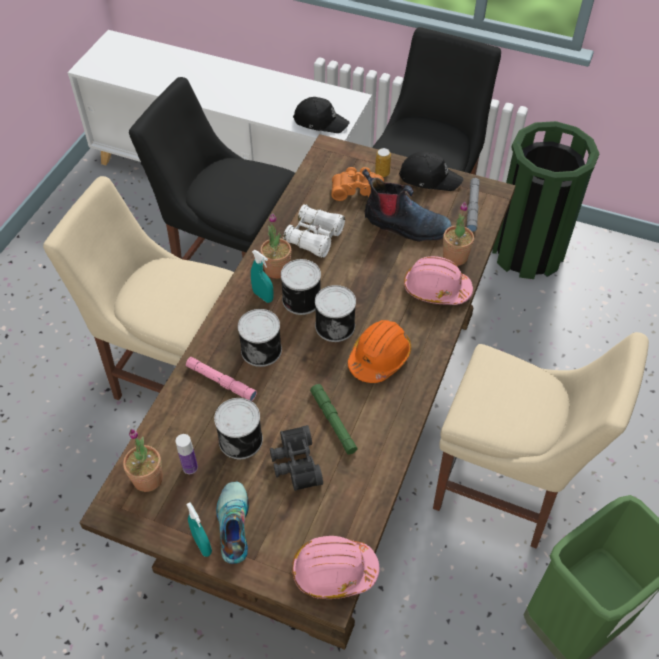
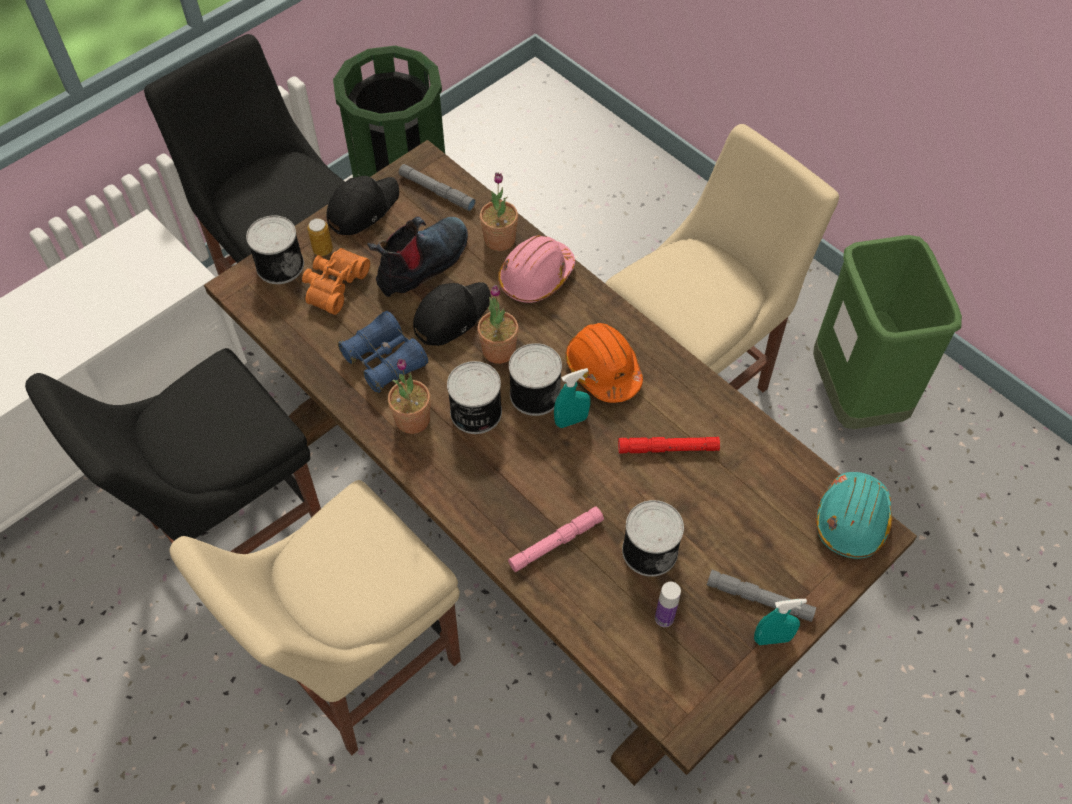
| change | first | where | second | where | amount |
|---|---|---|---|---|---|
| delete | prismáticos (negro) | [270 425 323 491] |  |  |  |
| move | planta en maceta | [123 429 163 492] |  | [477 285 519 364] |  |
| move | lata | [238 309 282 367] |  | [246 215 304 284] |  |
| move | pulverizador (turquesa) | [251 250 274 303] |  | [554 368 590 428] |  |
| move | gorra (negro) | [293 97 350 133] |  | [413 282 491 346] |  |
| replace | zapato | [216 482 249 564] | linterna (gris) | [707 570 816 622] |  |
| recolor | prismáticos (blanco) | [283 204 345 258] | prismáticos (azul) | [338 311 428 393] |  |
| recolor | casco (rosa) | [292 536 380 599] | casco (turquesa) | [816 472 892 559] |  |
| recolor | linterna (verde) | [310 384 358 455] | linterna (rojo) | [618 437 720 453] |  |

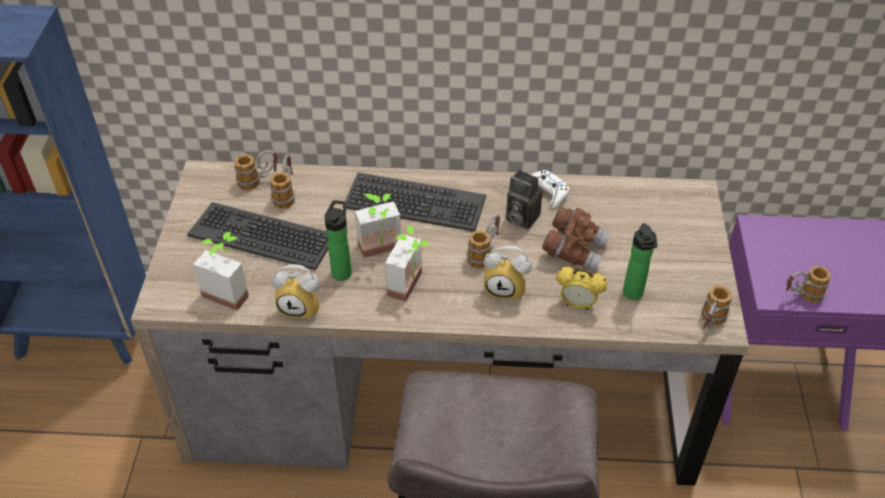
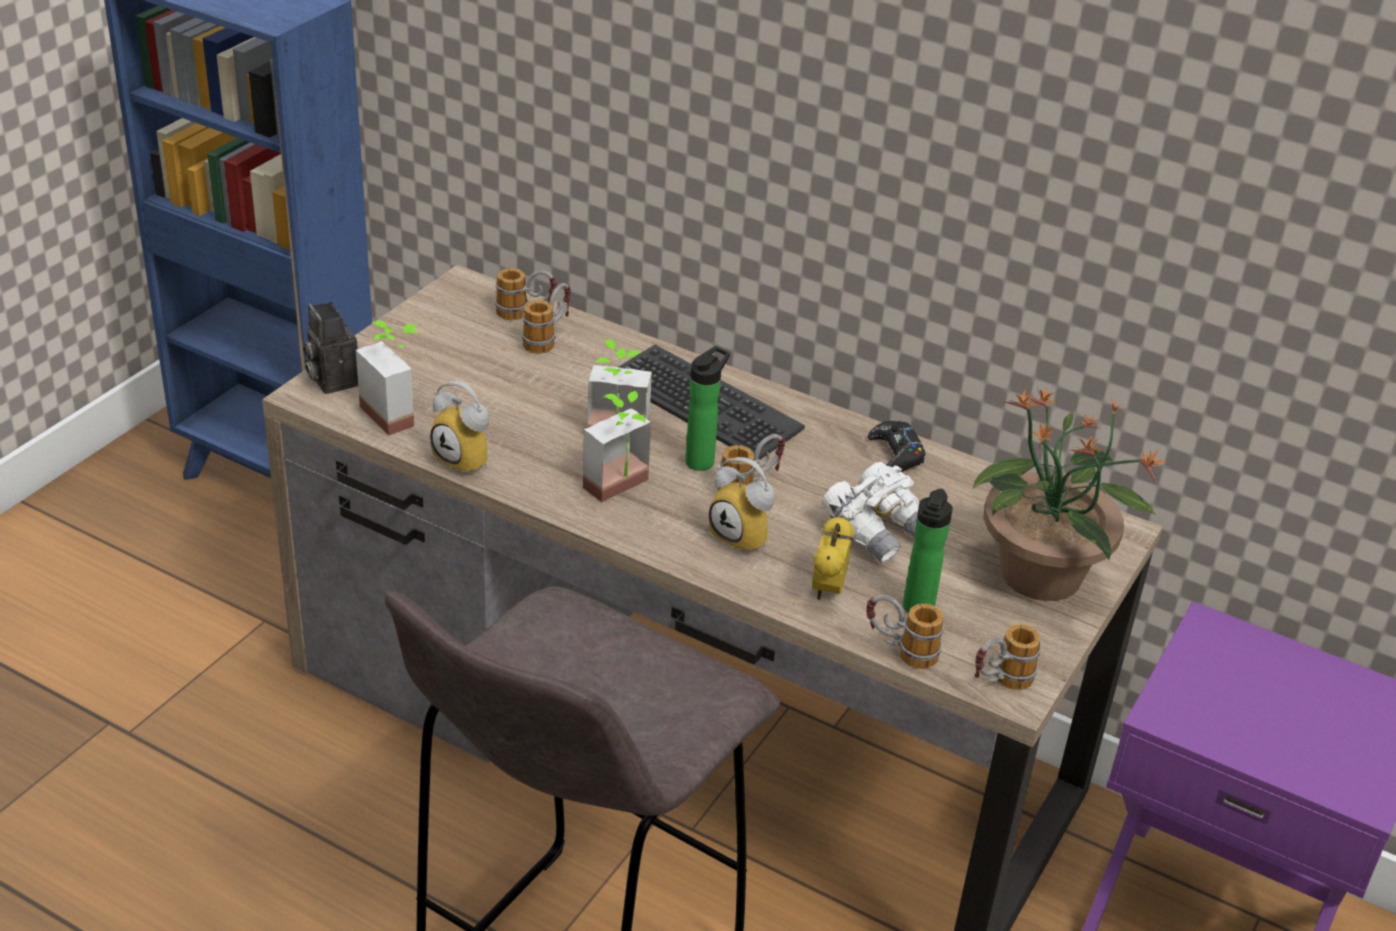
| change | first | where | second | where | amount |
|---|---|---|---|---|---|
| delete | teclado | [187 202 328 270] |  |  |  |
| insert |  |  | planta en maceta | [973 388 1167 601] |  |
| move | botella | [324 200 352 281] |  | [685 346 730 471] |  |
| move | cámara | [506 170 543 230] |  | [303 302 358 394] |  |
| move | taza grande | [786 266 831 303] |  | [866 595 944 669] |  |
| recolor | mando de consola (blanco) | [532 170 570 208] | mando de consola (negro) | [868 421 926 472] |  |
| recolor | prismáticos (marrón) | [542 207 611 272] | prismáticos (blanco) | [822 462 919 563] |  |
| rotate | despertador | [556 267 607 310] |  | [812 516 854 600] | 60 degrees clockwise |

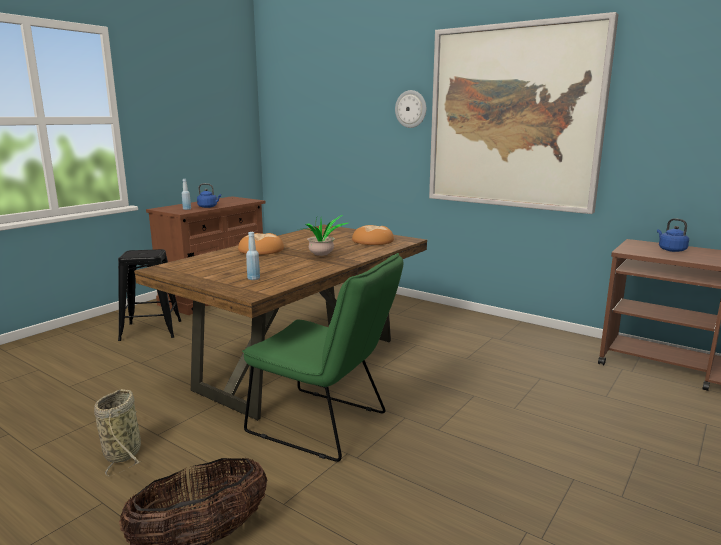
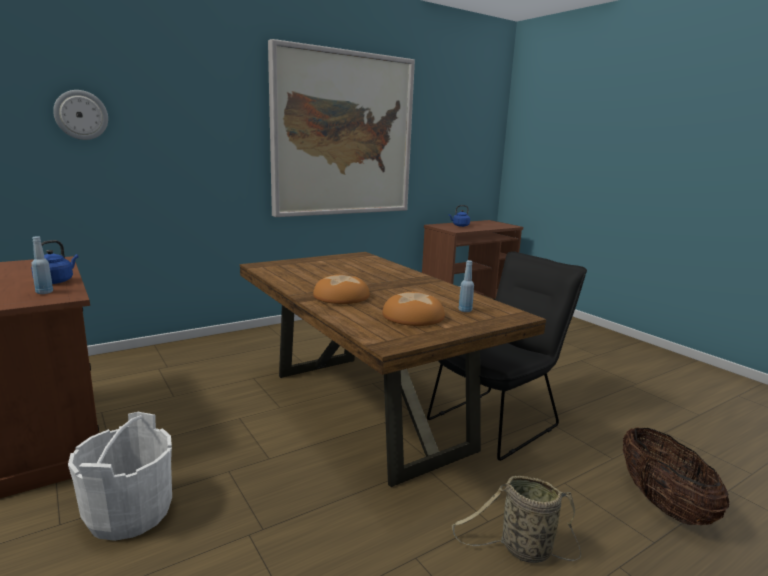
| change | first | where | second | where | amount |
|---|---|---|---|---|---|
| delete | planta en maceta | [297 215 348 256] |  |  |  |
| move | pan | [352 225 394 245] |  | [382 292 445 326] |  |
| move | reloj de pared | [395 90 426 128] |  | [53 90 108 140] |  |
| replace | taburete (negro) | [118 249 181 341] | cubo (blanco) | [68 412 172 541] |  |
| recolor | silla (verde) | [242 253 403 462] | silla (negro) | [427 251 587 461] |  |

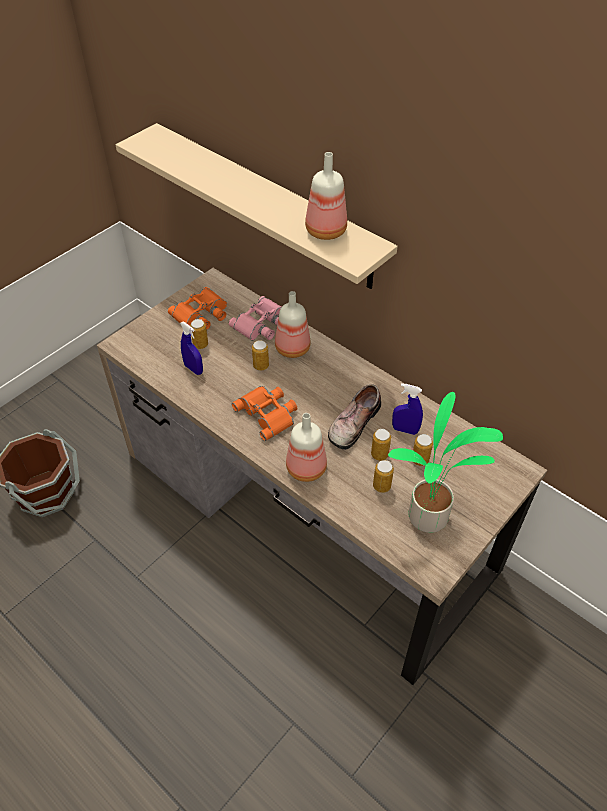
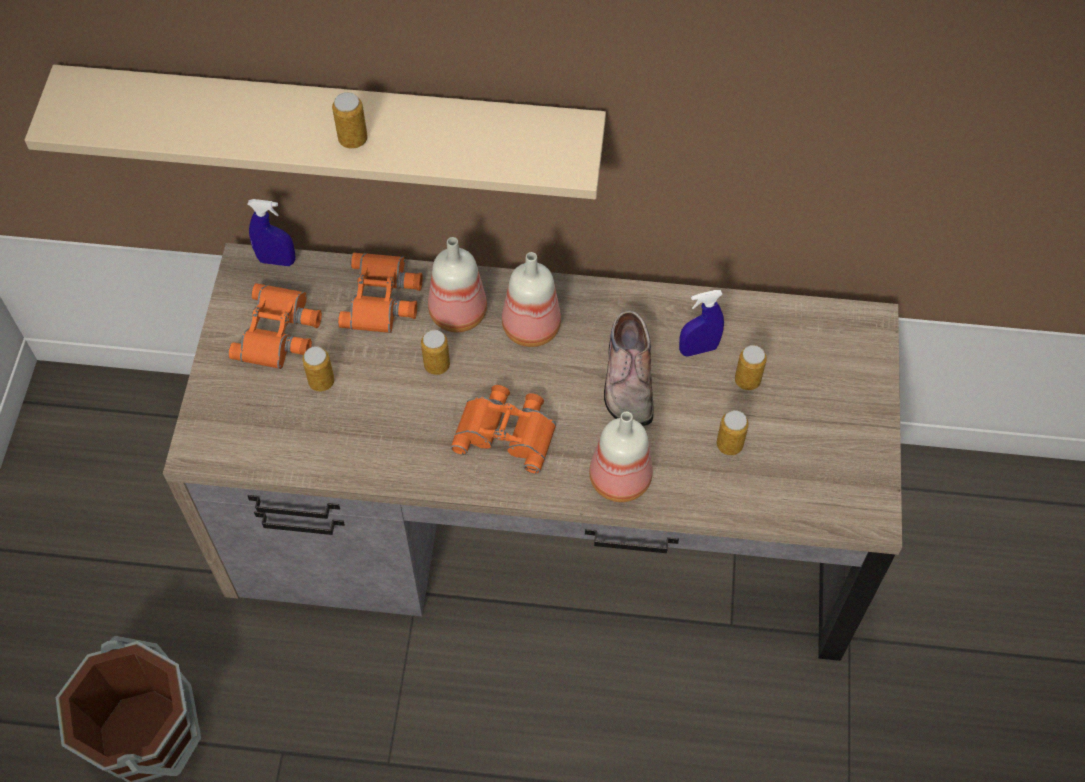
| change | first | where | second | where | amount |
|---|---|---|---|---|---|
| delete | planta en maceta | [388 392 503 533] |  |  |  |
| move | pulverizador (azul) | [180 321 203 375] |  | [247 199 295 266] |  |
| move | botella | [305 152 347 240] |  | [502 252 561 347] |  |
| move | lata | [371 429 391 461] |  | [332 92 368 149] |  |
| recolor | prismáticos (rosa) | [229 296 281 341] | prismáticos (naranja) | [338 253 423 333] |  |

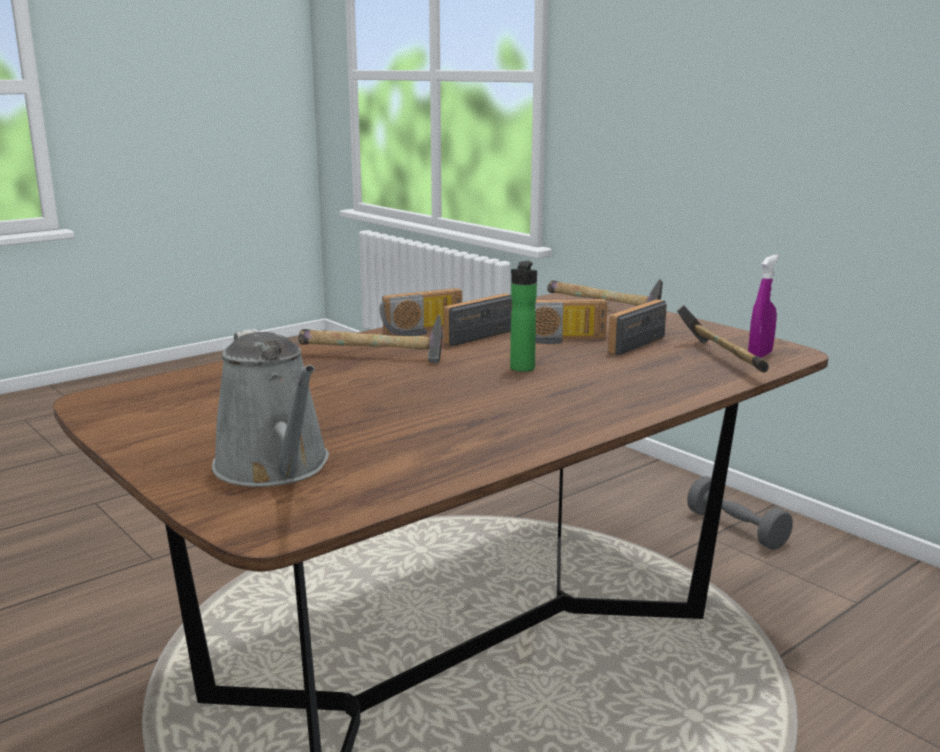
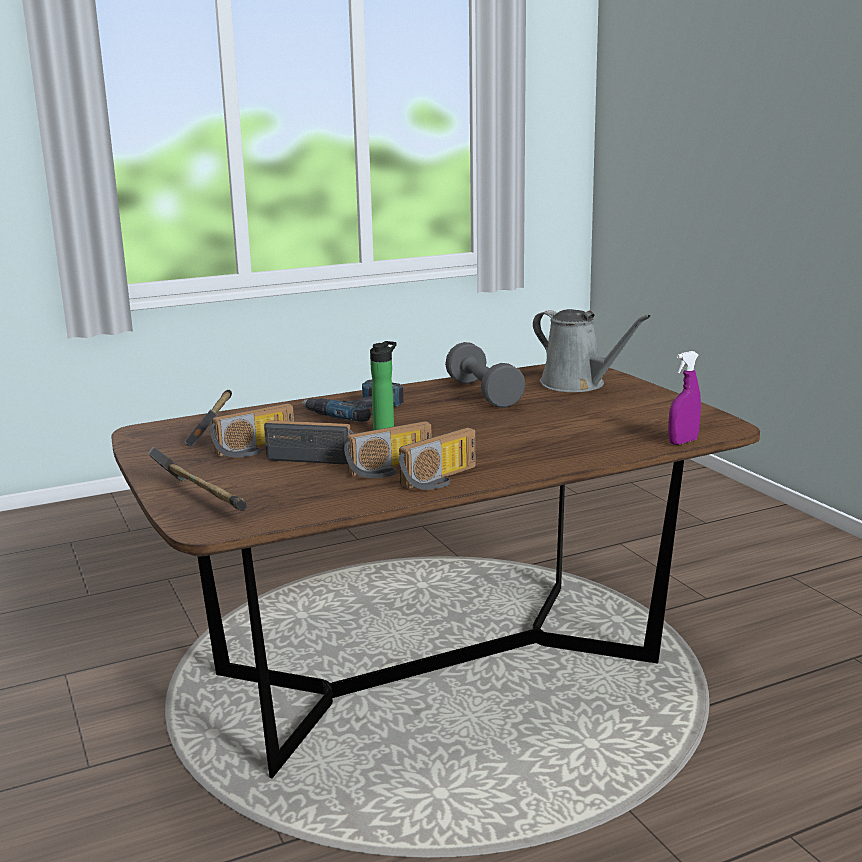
| change | first | where | second | where | amount |
|---|---|---|---|---|---|
| delete | martillo | [298 315 443 363] |  |  |  |
| insert |  |  | taladro | [302 380 404 422] |  |
| move | mancuerna (gris) | [687 476 793 550] |  | [445 342 525 408] |  |
| move | pulverizador (morado) | [748 255 779 358] |  | [668 351 701 445] |  |
| rotate | regadera (gris) | [212 329 329 487] |  | [533 309 651 392] | 150 degrees clockwise |
| rotate | radio | [379 288 462 336] |  | [399 427 475 490] | 150 degrees clockwise |

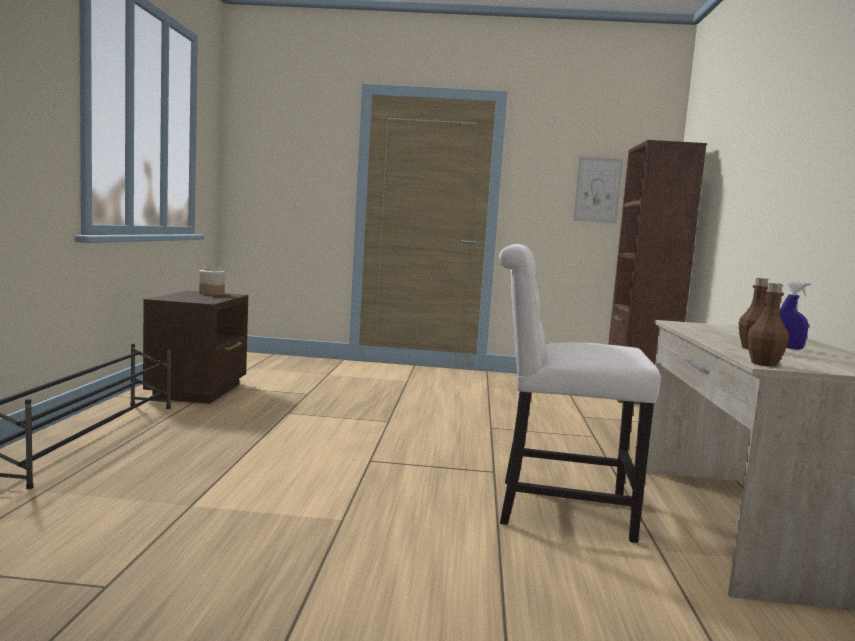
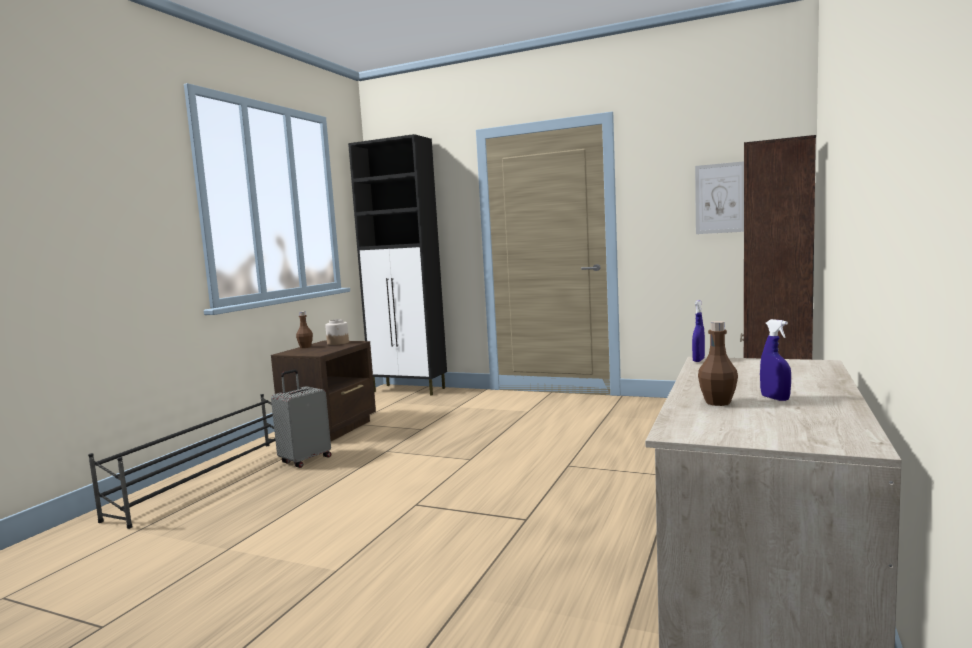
| change | first | where | second | where | amount |
|---|---|---|---|---|---|
| delete | silla (blanco) | [499 244 660 543] |  |  |  |
| insert |  |  | maleta (gris) | [271 369 331 468] |  |
| insert |  |  | armario (negro) | [348 134 447 395] |  |
| insert |  |  | pulverizador (azul) | [692 300 705 362] |  |
| move | botella (marrón) | [747 283 789 367] |  | [296 311 313 348] |  |

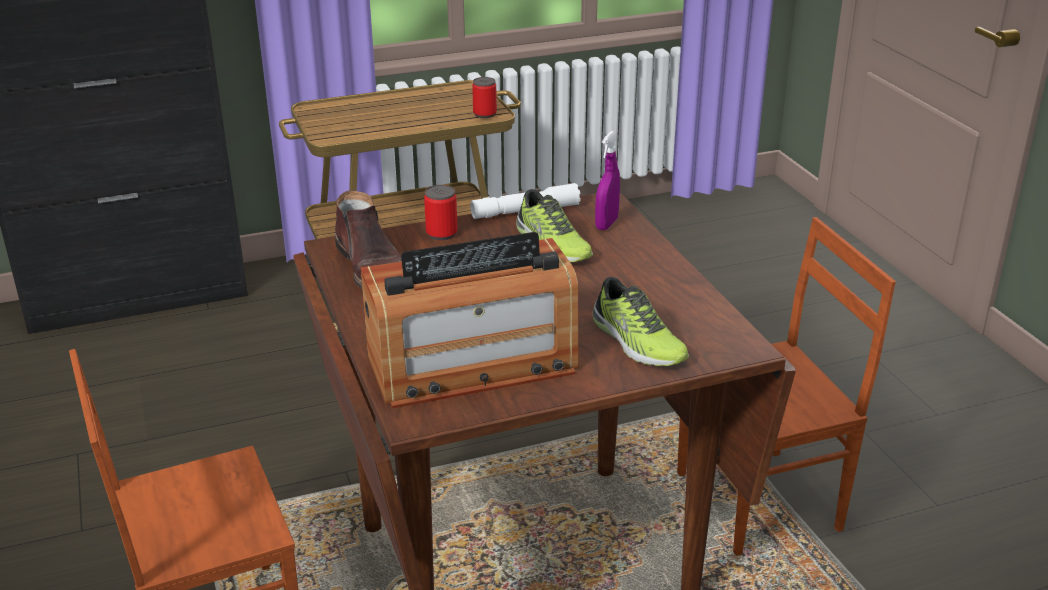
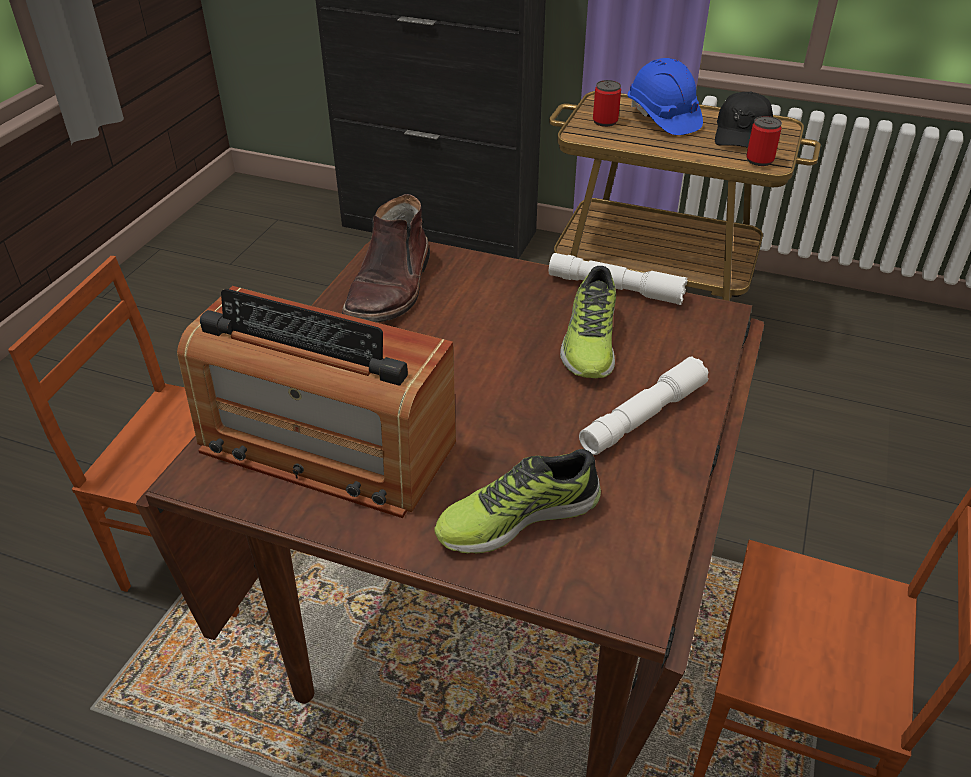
| change | first | where | second | where | amount |
|---|---|---|---|---|---|
| delete | pulverizador (morado) | [595 131 620 230] |  |  |  |
| insert |  |  | linterna (blanco) | [579 357 709 455] |  |
| insert |  |  | casco (azul) | [628 58 703 135] |  |
| insert |  |  | gorra (negro) | [715 91 773 148] |  |
| move | lata | [424 185 458 240] |  | [593 80 621 127] |  |
| rotate | zapato | [593 277 689 366] |  | [434 449 601 554] | 60 degrees clockwise |

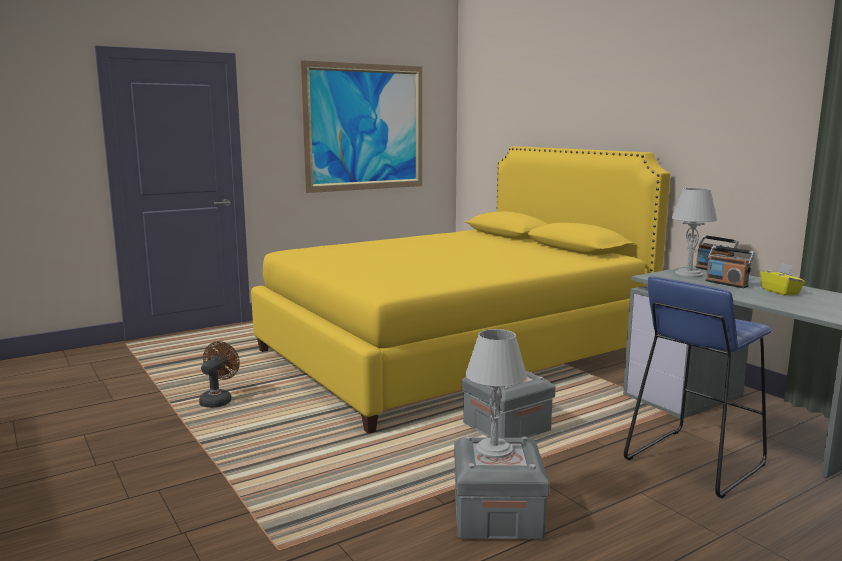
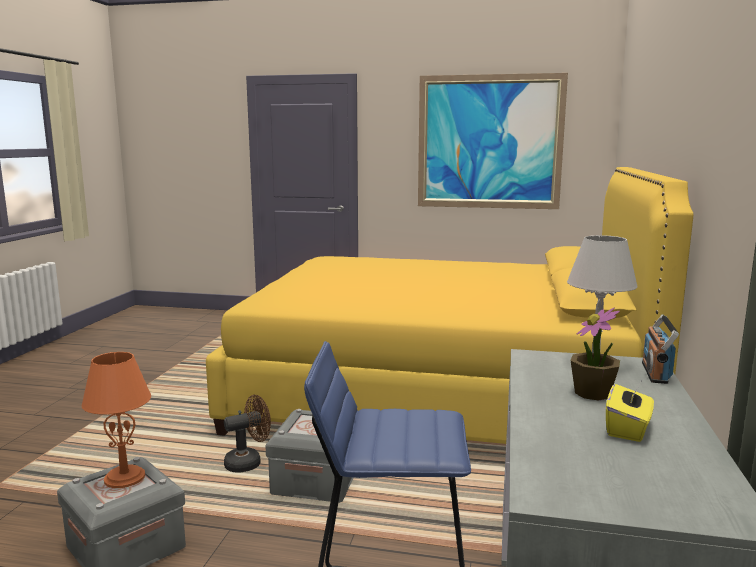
| change | first | where | second | where | amount |
|---|---|---|---|---|---|
| move | ventilador (marrón) | [199 341 240 408] |  | [224 395 271 473] |  |
| replace | radio | [706 245 755 288] | planta en maceta | [571 308 620 401] |  |
| recolor | lámpara de mesa (gris) | [465 329 527 458] | lámpara de mesa (naranja) | [81 352 151 488] |  |

